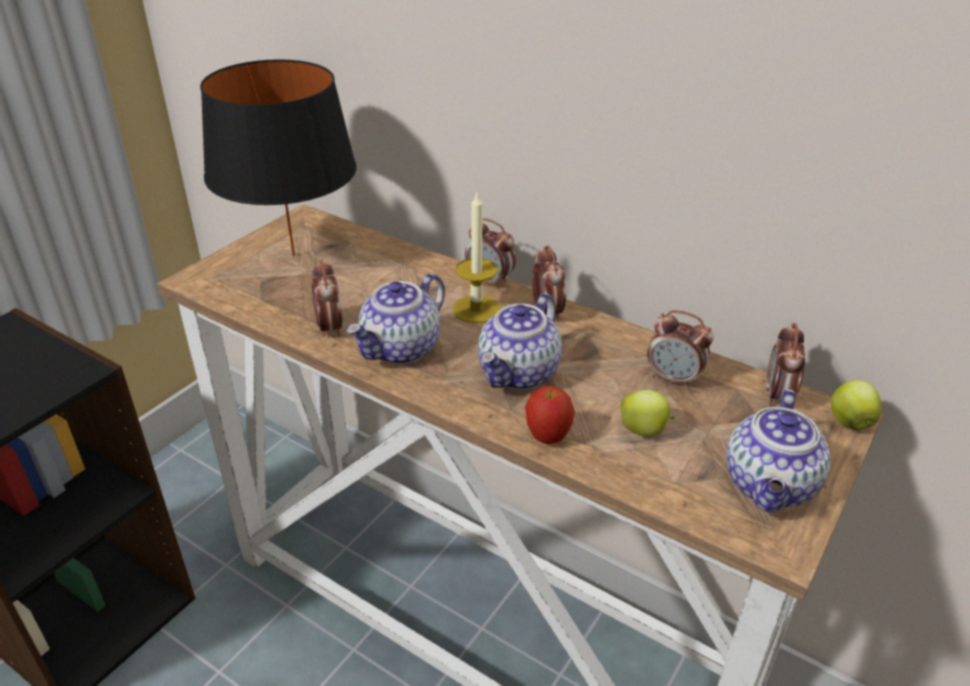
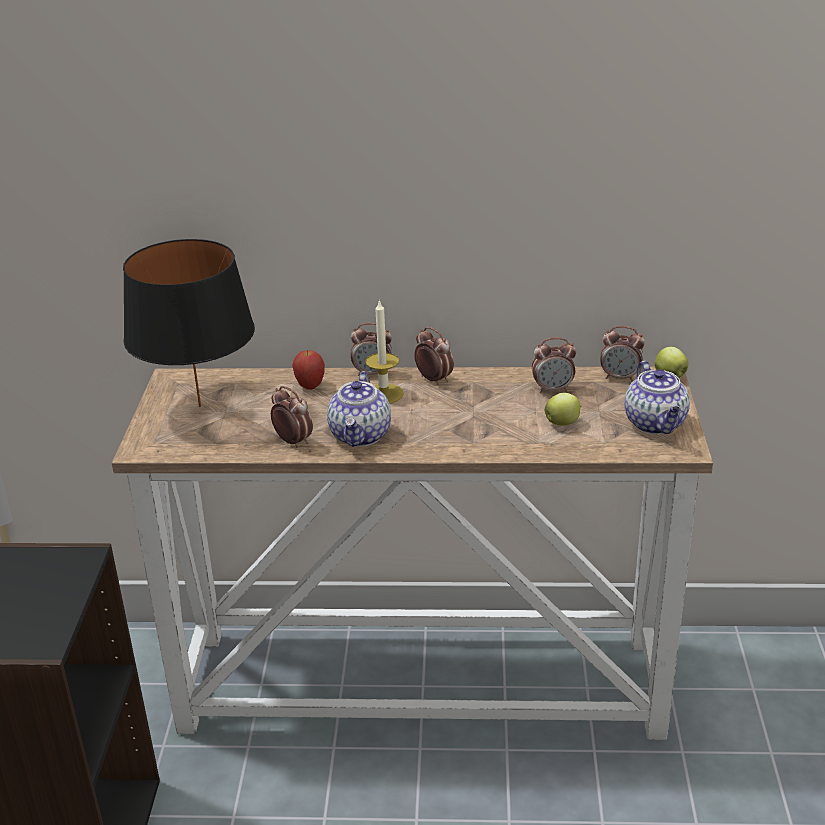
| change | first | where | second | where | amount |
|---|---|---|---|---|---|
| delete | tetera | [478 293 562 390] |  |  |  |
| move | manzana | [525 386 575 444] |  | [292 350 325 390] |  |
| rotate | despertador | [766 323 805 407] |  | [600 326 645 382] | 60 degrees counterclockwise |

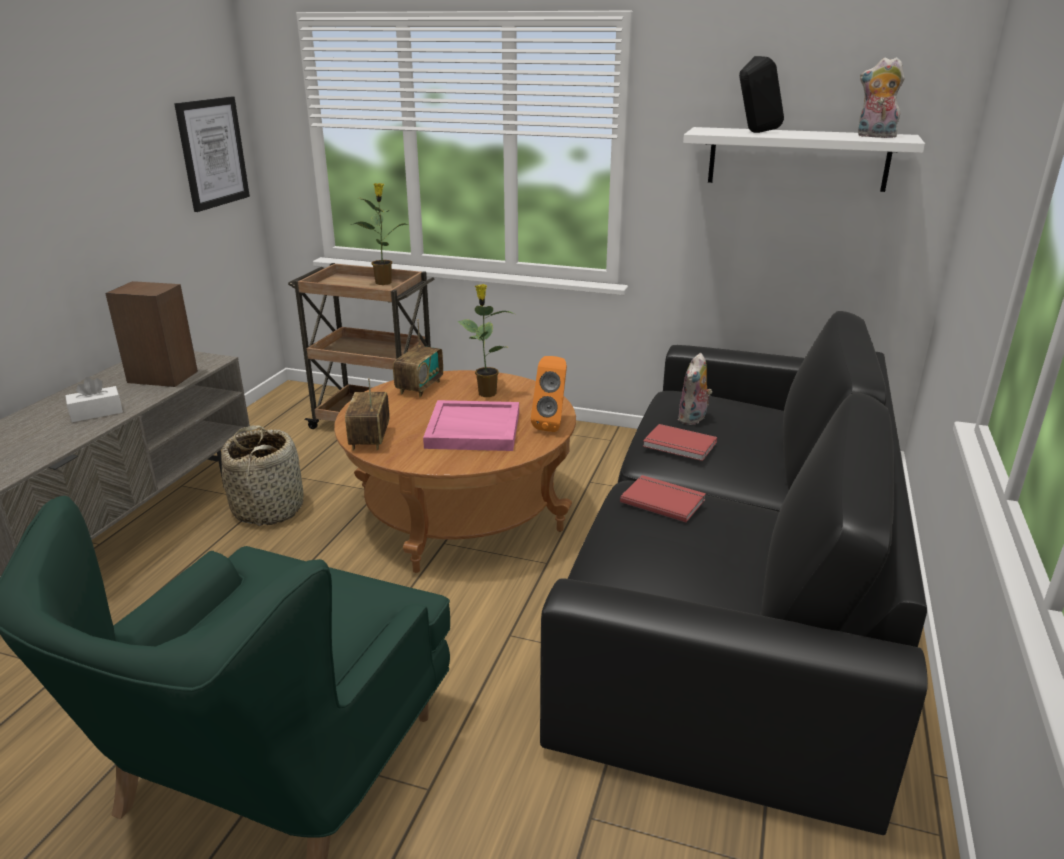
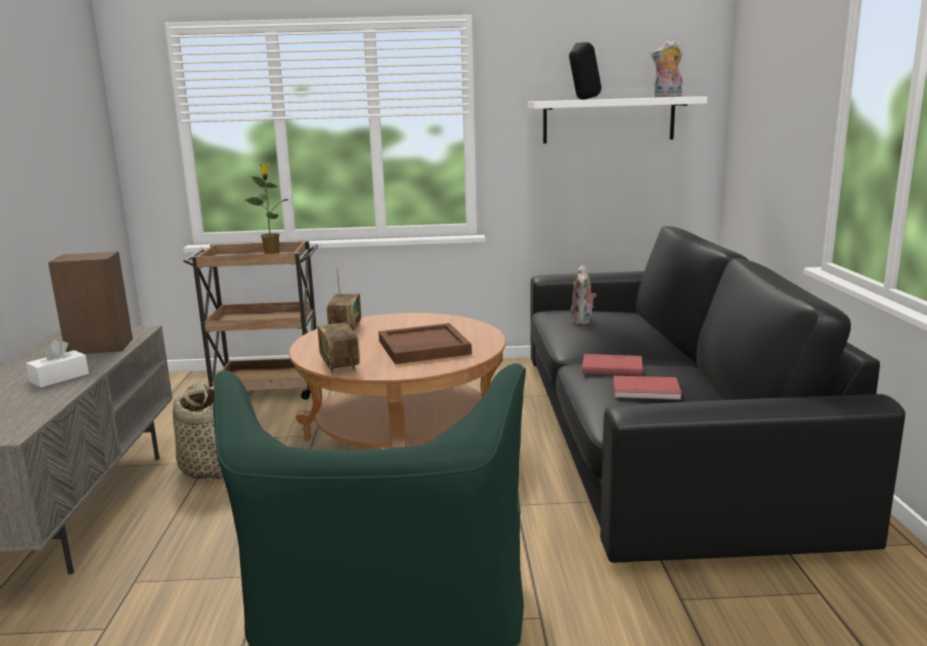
| change | first | where | second | where | amount |
|---|---|---|---|---|---|
| delete | cuadro | [174 97 250 212] |  |  |  |
| delete | planta en maceta | [457 284 514 397] |  |  |  |
| delete | altavoz (naranja) | [531 356 567 432] |  |  |  |
| move | libro (rojo) | [643 424 717 461] |  | [613 376 682 400] |  |
| recolor | bandeja (rosa) | [423 400 519 451] | bandeja (marrón) | [379 323 472 364] |  |

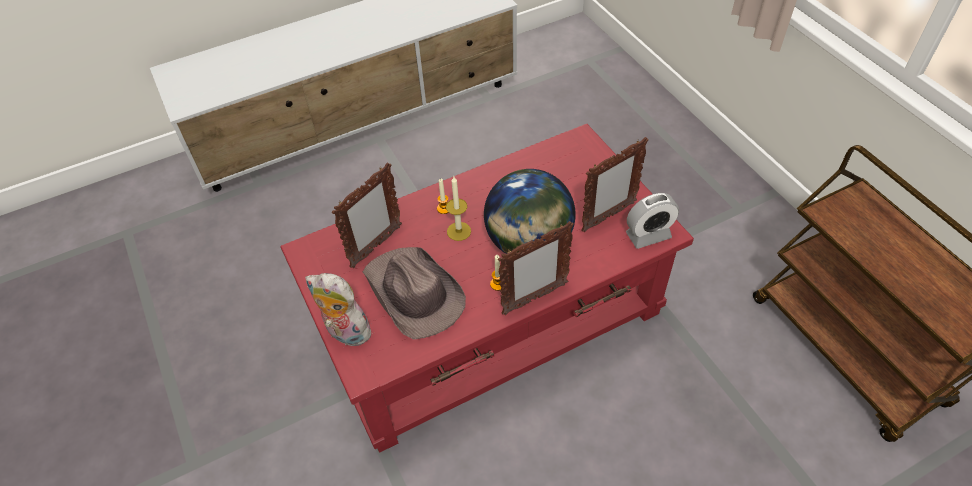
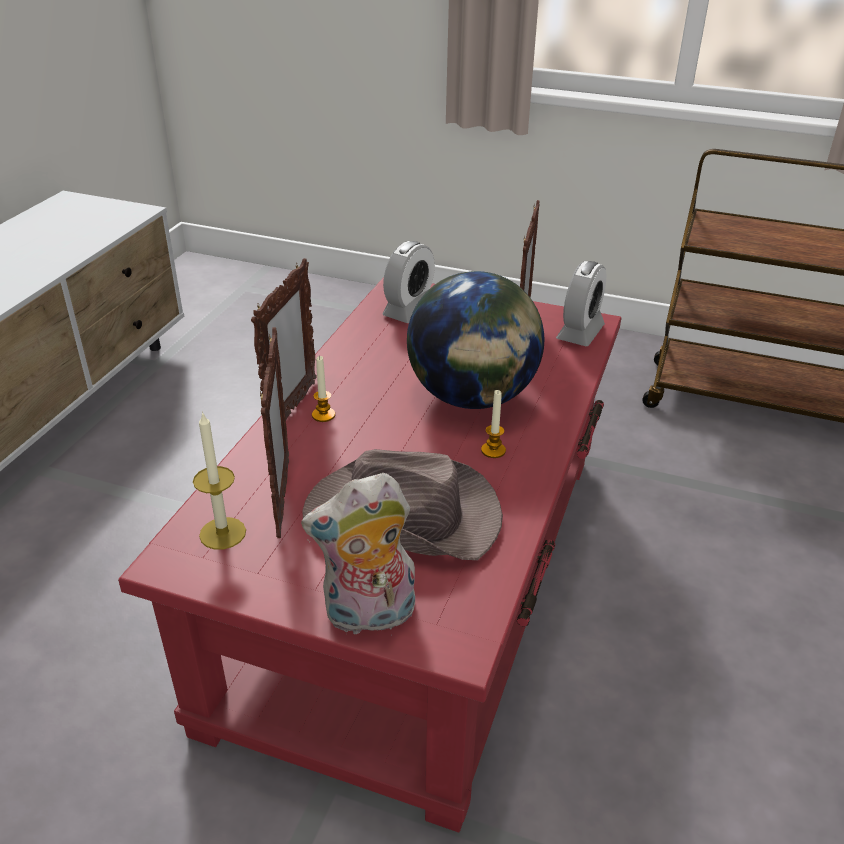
| change | first | where | second | where | amount |
|---|---|---|---|---|---|
| insert |  |  | despertador | [383 241 435 323] |  |
| move | vela | [446 177 471 241] |  | [193 411 246 550] |  |
| move | portarretratos | [498 221 574 315] |  | [251 258 317 419] |  |

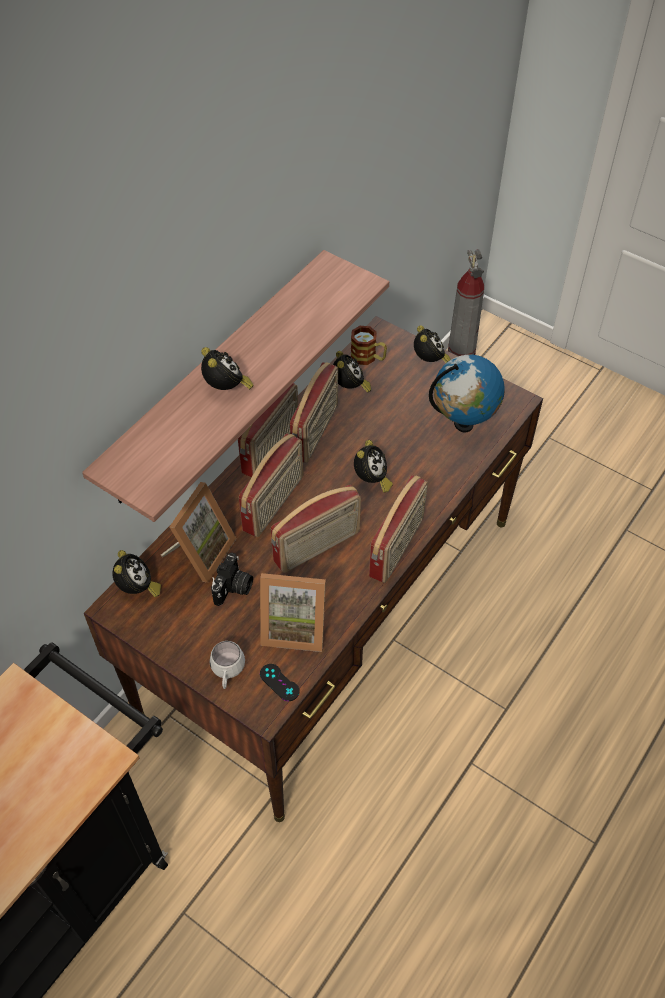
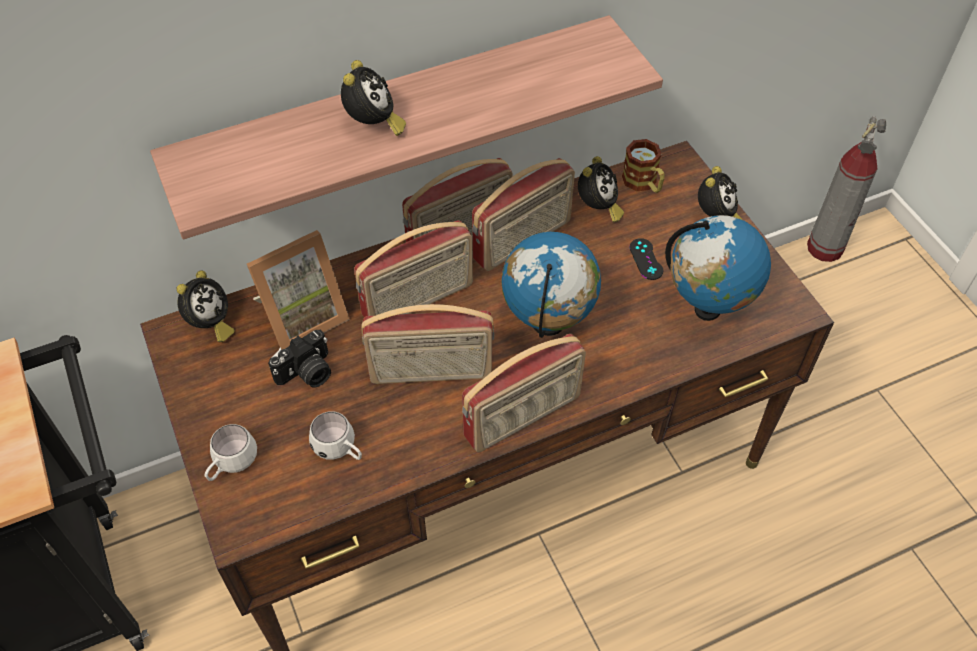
| change | first | where | second | where | amount |
|---|---|---|---|---|---|
| move | mando de consola (negro) | [260 664 300 701] |  | [629 238 664 280] |  |
| replace | portarretratos | [260 573 326 652] | taza grande (blanco) | [309 411 362 460] |  |
| replace | despertador | [354 440 393 493] | globo terráqueo | [502 232 601 338] |  |

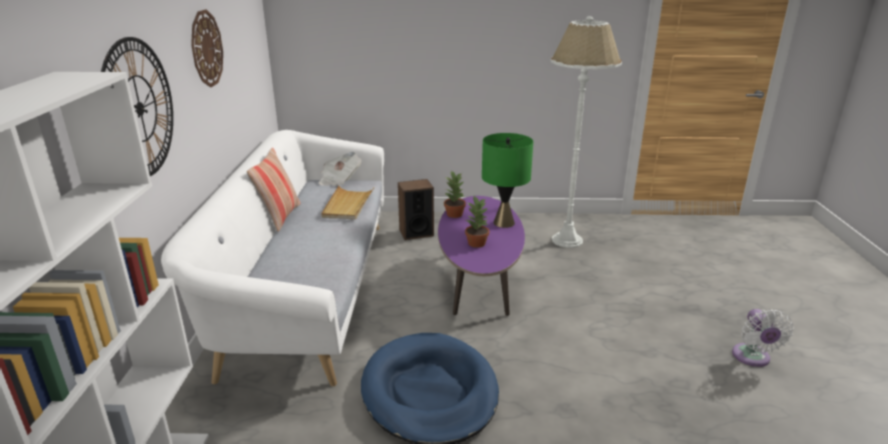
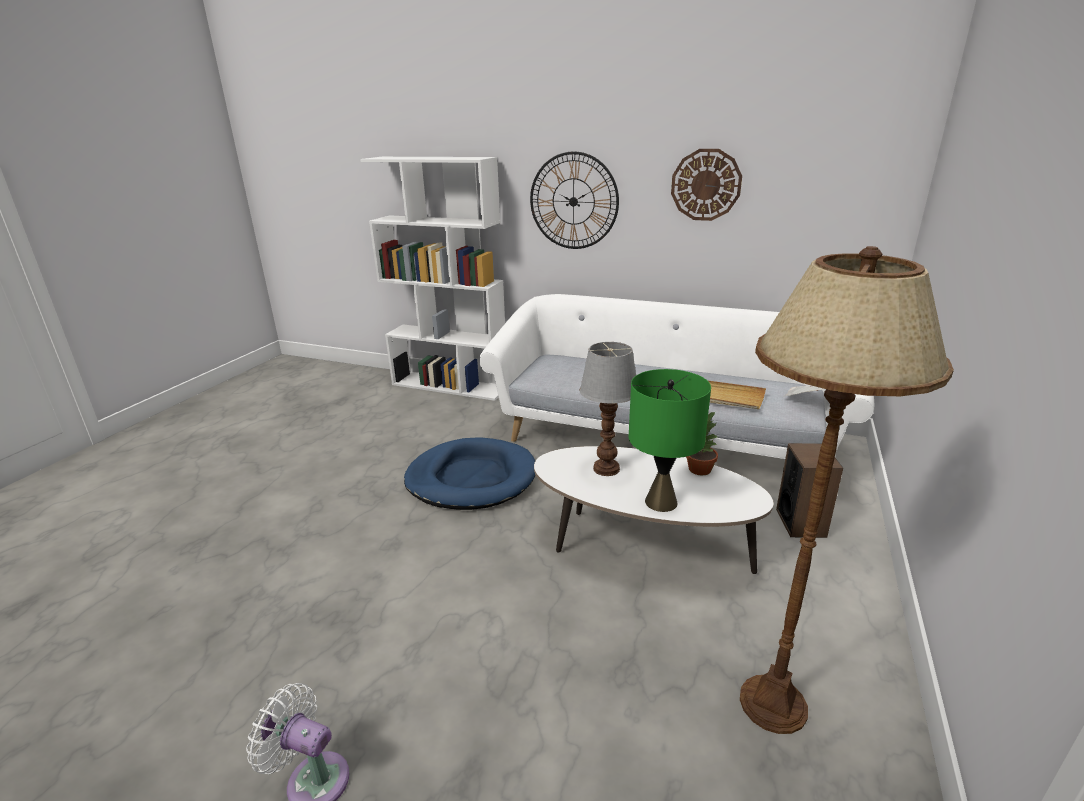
| change | first | where | second | where | amount |
|---|---|---|---|---|---|
| delete | cojín | [247 148 300 232] |  |  |  |
| replace | planta en maceta | [465 196 489 248] | lámpara de mesa | [579 342 636 476] |  |
| recolor | mesa de centro (morado) | [438 196 525 316] | mesa de centro (blanco) | [534 446 774 574] |  |
| recolor | lámpara de pie (blanco) | [551 16 622 248] | lámpara de pie (marrón) | [740 246 954 734] |  |

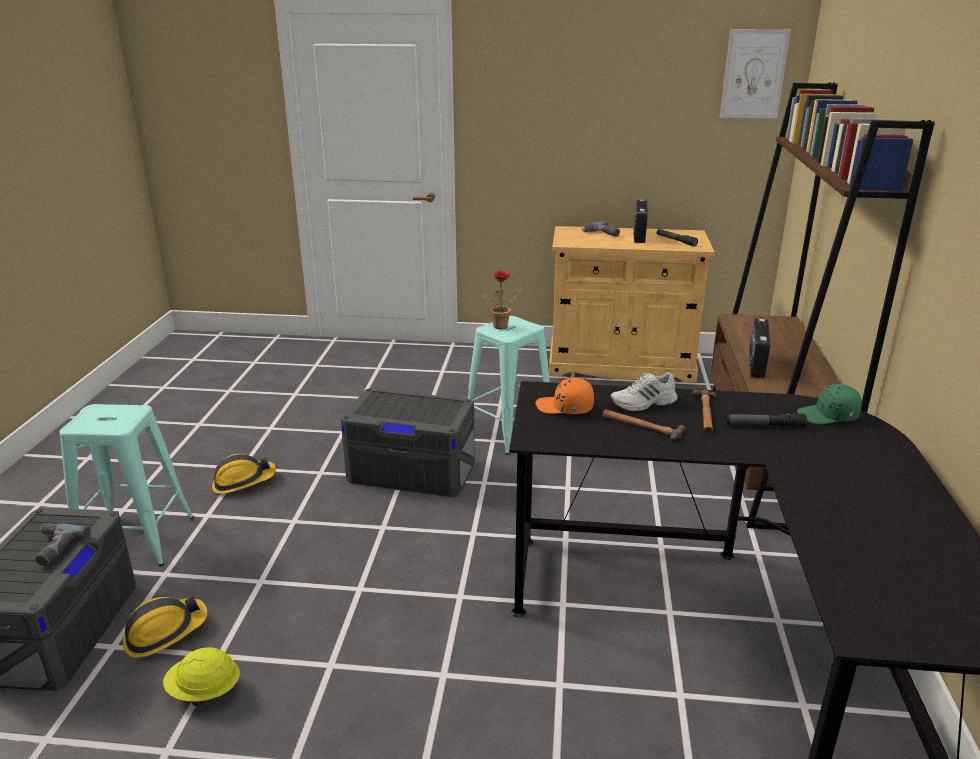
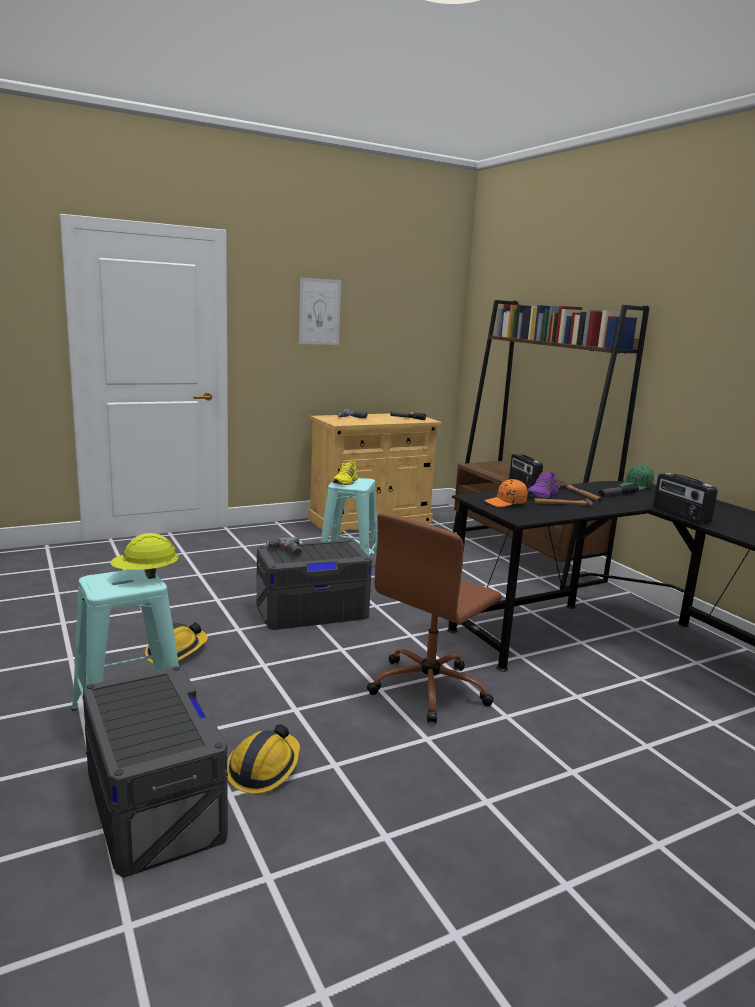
| change | first | where | second | where | amount |
|---|---|---|---|---|---|
| insert |  |  | silla de oficina (marrón) | [367 513 502 724] |  |
| move | taladro | [36 523 91 566] |  | [266 537 302 556] |  |
| move | casco (amarillo) | [163 647 240 707] |  | [110 533 179 579] |  |
| move | radio | [633 200 648 243] |  | [653 473 718 525] |  |
| move | cuadro | [720 29 791 119] |  | [299 277 341 345] |  |
| replace | planta en maceta | [484 271 524 329] | zapato (amarillo) | [333 461 358 485] |  |
| recolor | zapato (blanco) | [610 372 678 412] | zapato (morado) | [527 471 558 499] |  |

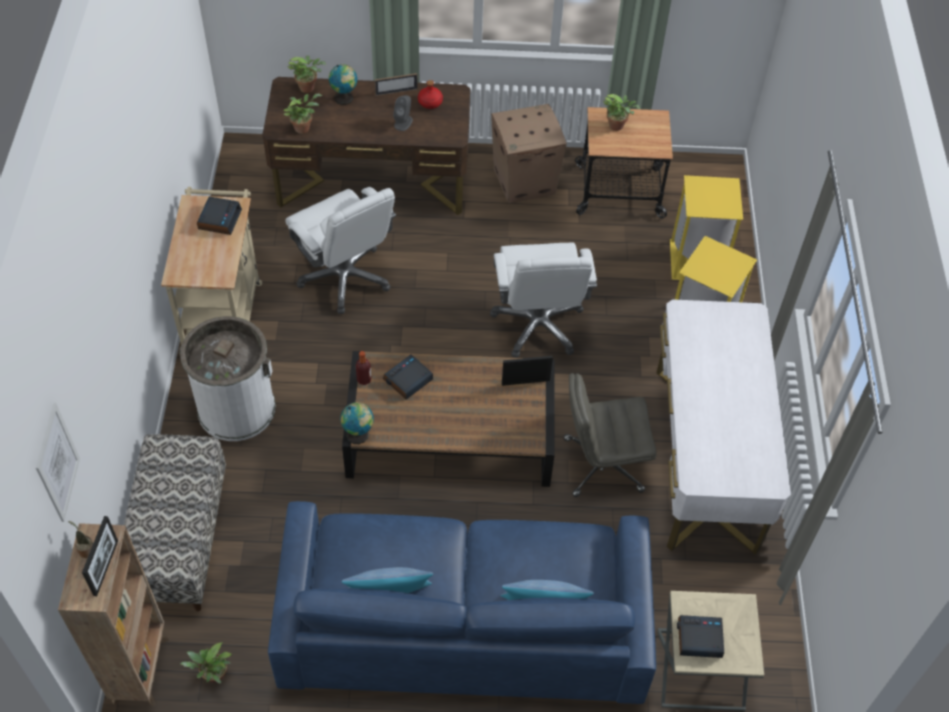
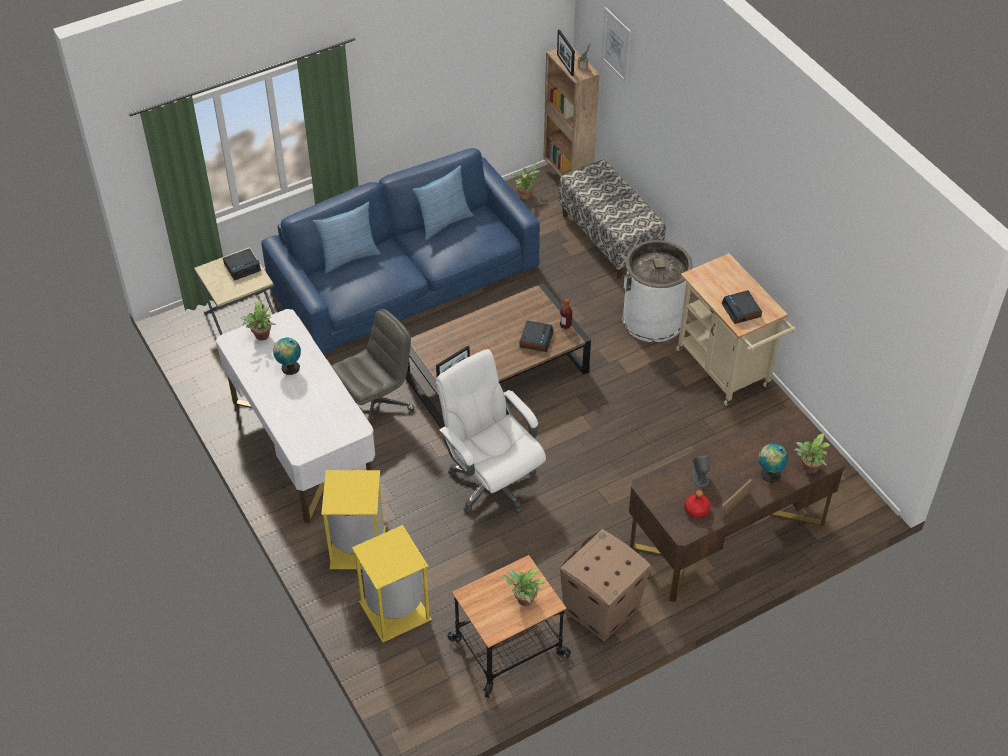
| change | first | where | second | where | amount |
|---|---|---|---|---|---|
| delete | silla de oficina (blanco) | [285 187 396 314] |  |  |  |
| move | planta en maceta | [283 94 322 134] |  | [241 300 276 340] |  |
| move | globo terráqueo | [340 402 374 444] |  | [273 338 301 375] |  |

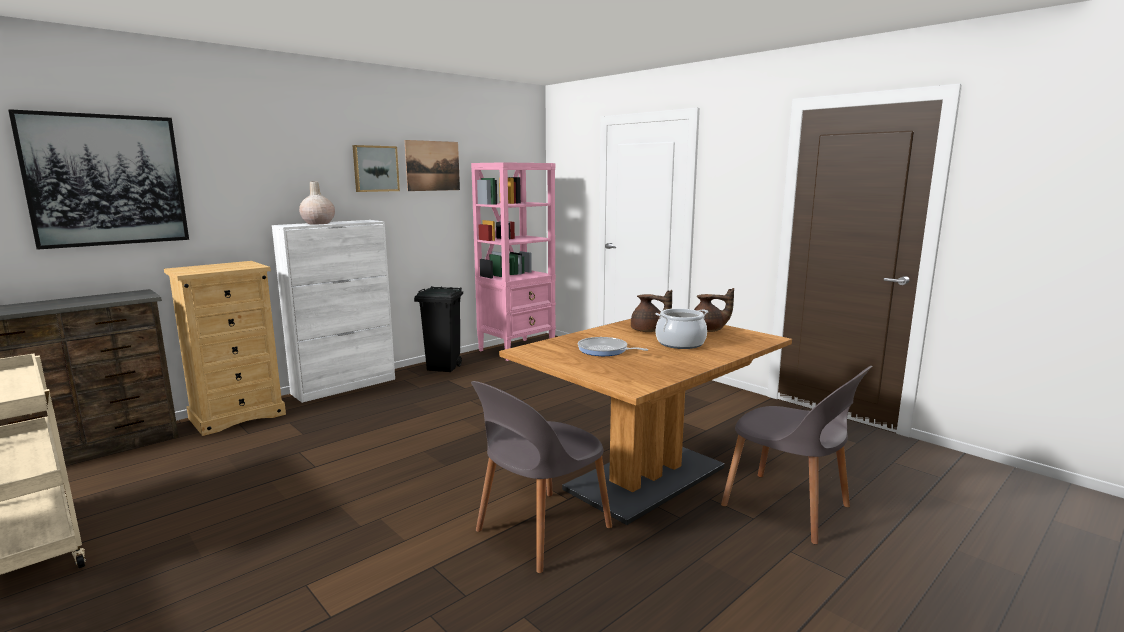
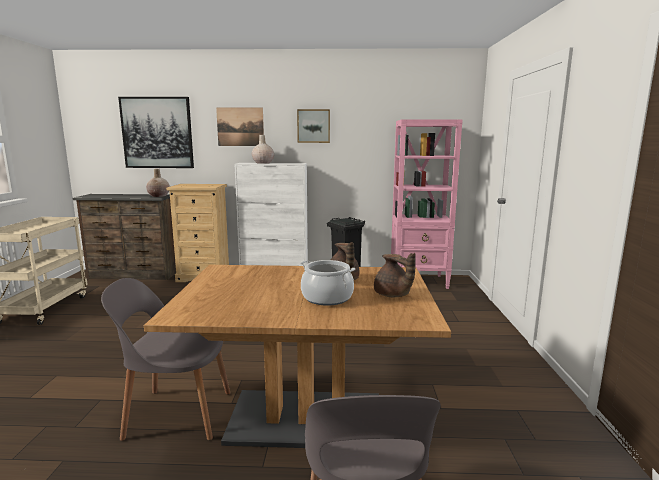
| change | first | where | second | where | amount |
|---|---|---|---|---|---|
| delete | sartén | [578 337 649 356] |  |  |  |
| insert |  |  | florero (beis) | [146 169 170 197] |  |
| move | cuadro | [404 140 460 191] |  | [216 107 264 146] |  |

